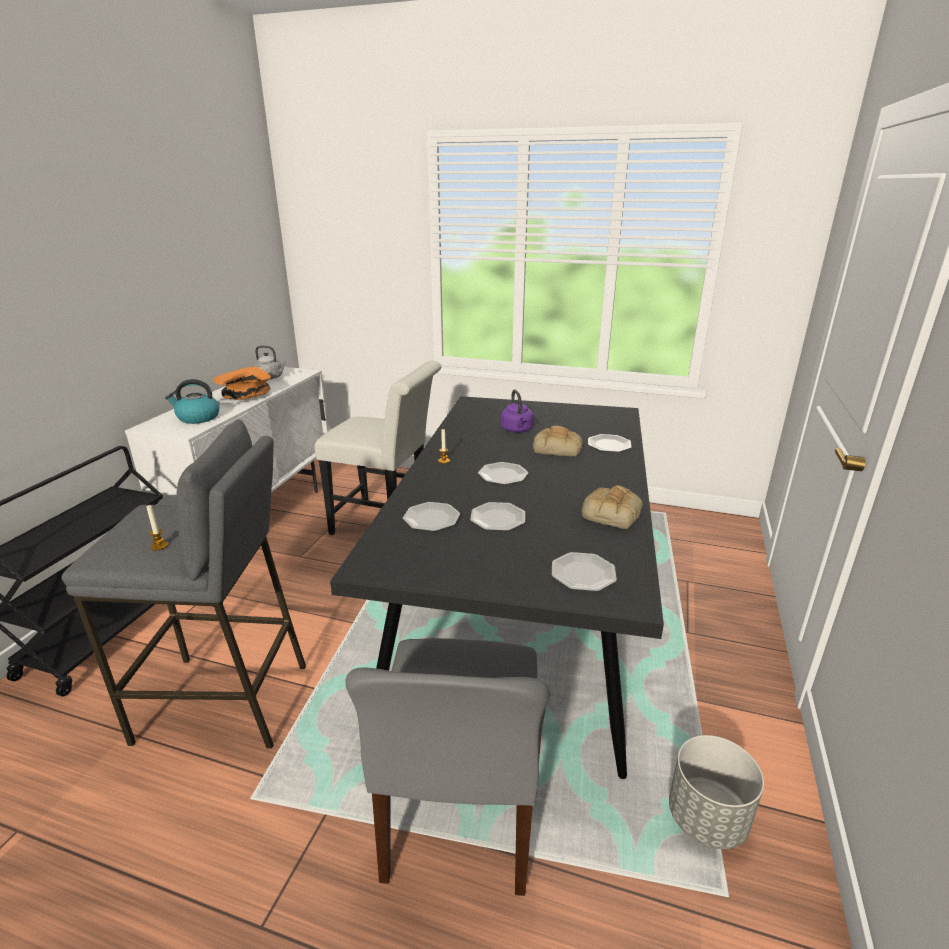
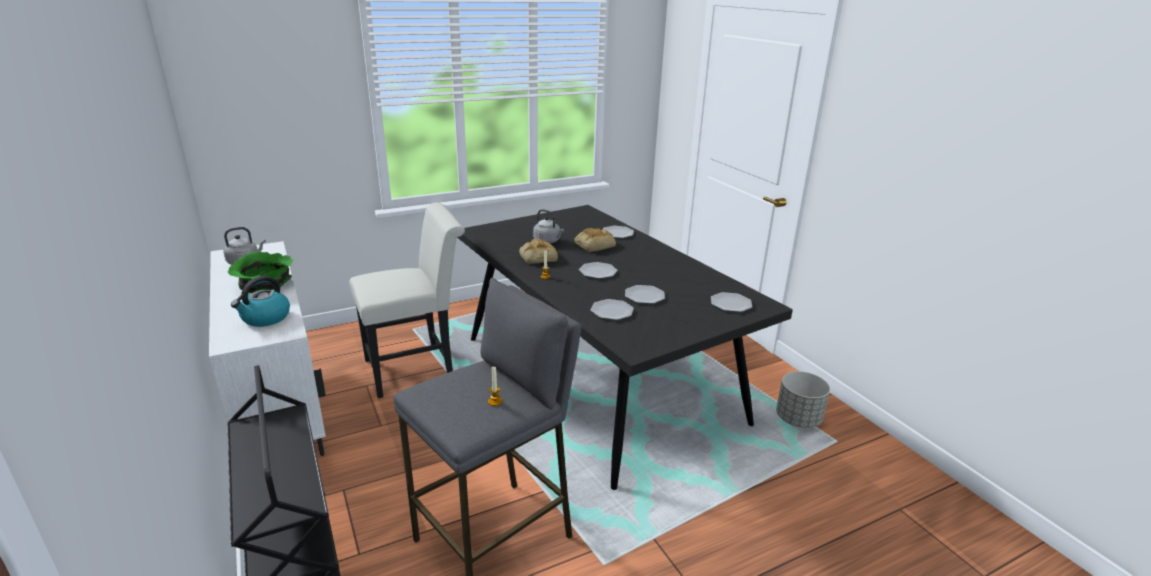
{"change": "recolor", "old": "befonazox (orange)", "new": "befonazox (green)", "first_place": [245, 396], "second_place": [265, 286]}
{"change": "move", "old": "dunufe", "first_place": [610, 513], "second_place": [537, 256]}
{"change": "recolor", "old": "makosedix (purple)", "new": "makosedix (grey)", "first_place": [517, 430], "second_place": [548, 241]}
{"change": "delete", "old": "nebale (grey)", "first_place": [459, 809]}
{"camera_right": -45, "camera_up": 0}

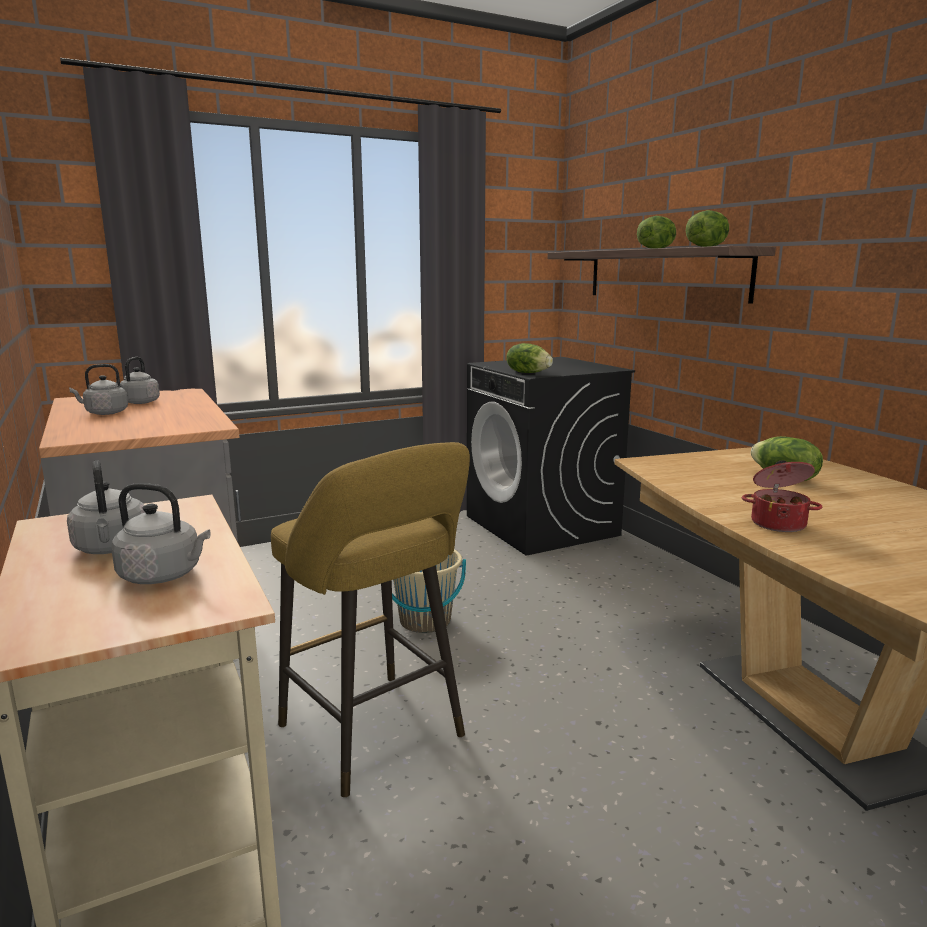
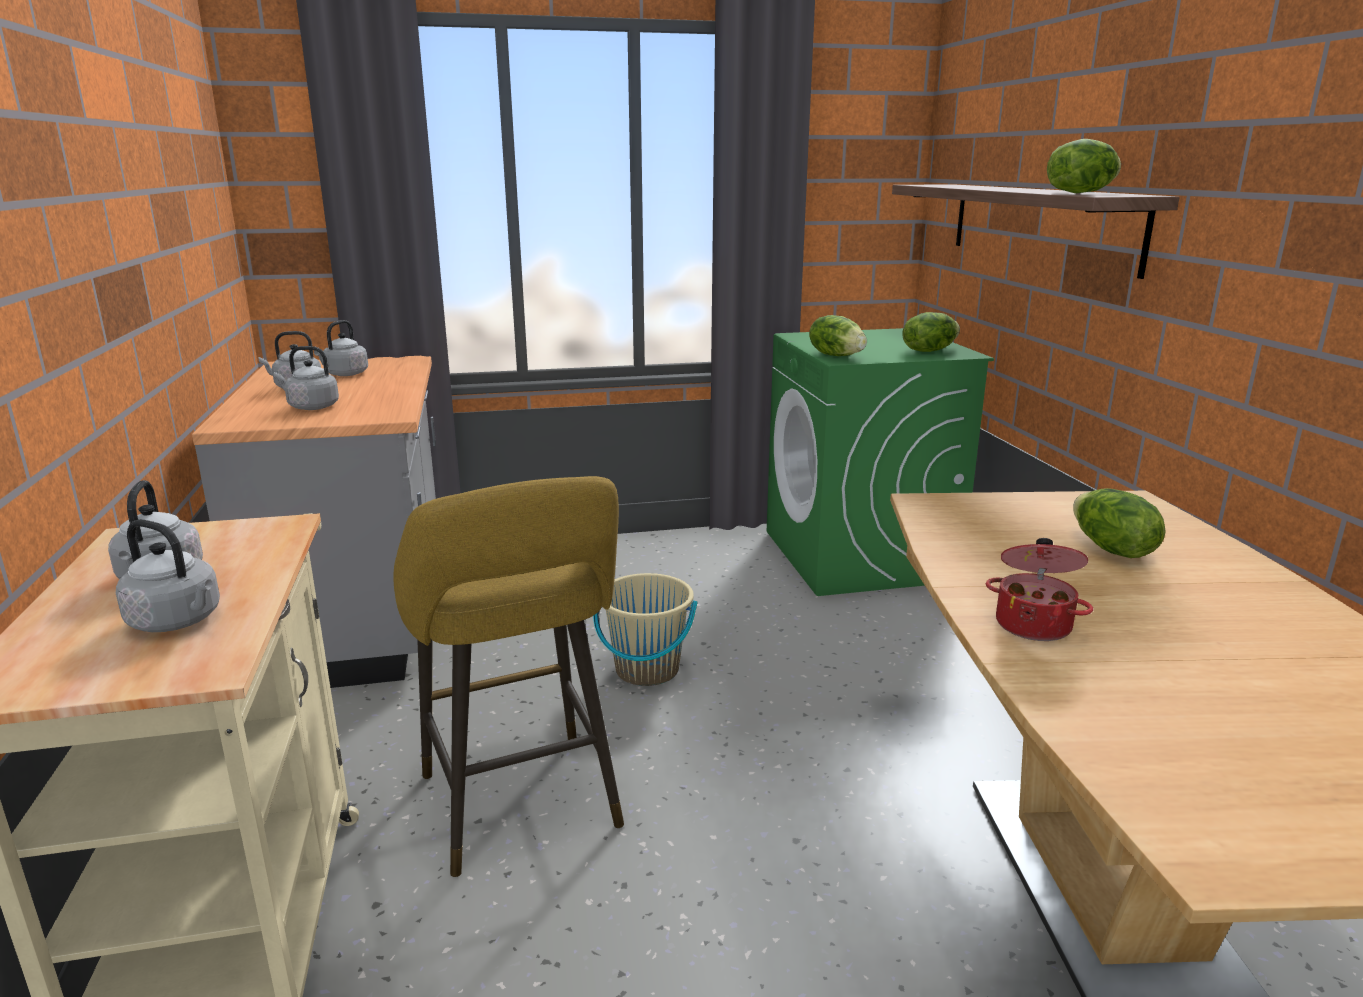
{"change": "insert", "new": "makosedix (grey)", "second_place": [311, 407]}
{"change": "recolor", "old": "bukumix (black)", "new": "bukumix (green)", "first_place": [542, 526], "second_place": [859, 556]}
{"change": "move", "old": "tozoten", "first_place": [656, 249], "second_place": [929, 350]}
{"camera_right": 15, "camera_up": 5}

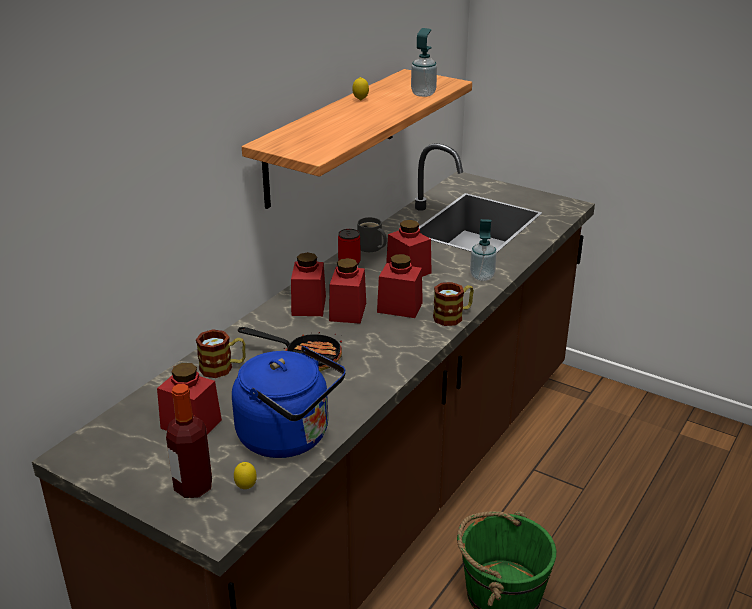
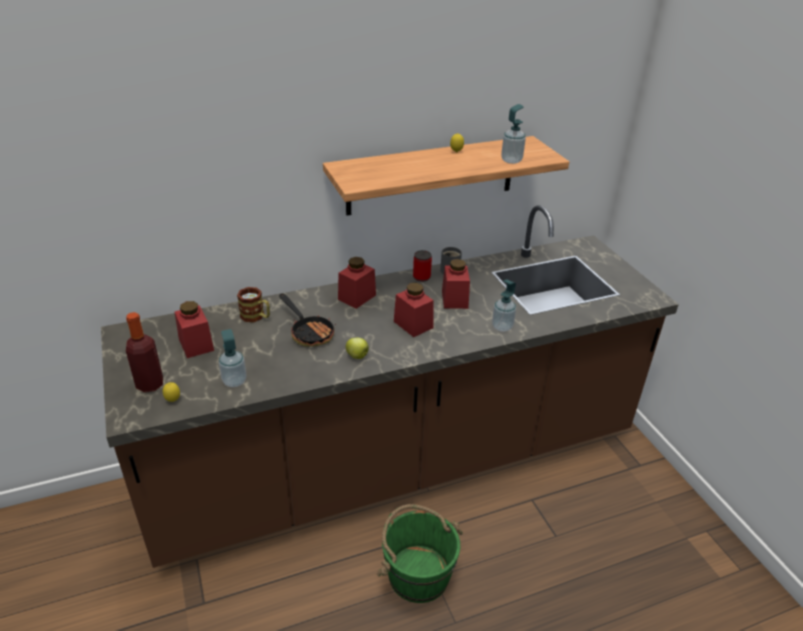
{"change": "replace", "old": "makosedix (blue)", "new": "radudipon", "first_place": [289, 437], "second_place": [234, 381]}
{"change": "insert", "new": "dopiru", "second_place": [358, 356]}
{"change": "delete", "old": "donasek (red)", "first_place": [348, 312]}
{"change": "delete", "old": "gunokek", "first_place": [453, 316]}
{"camera_right": 35, "camera_up": 5}

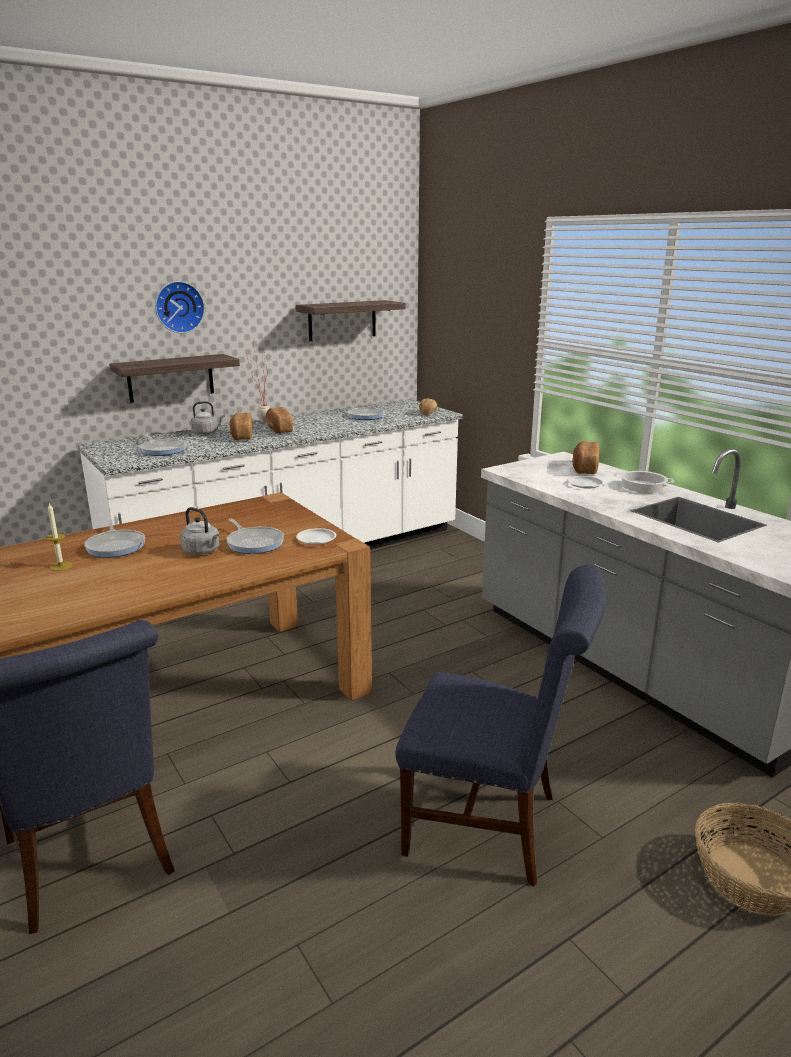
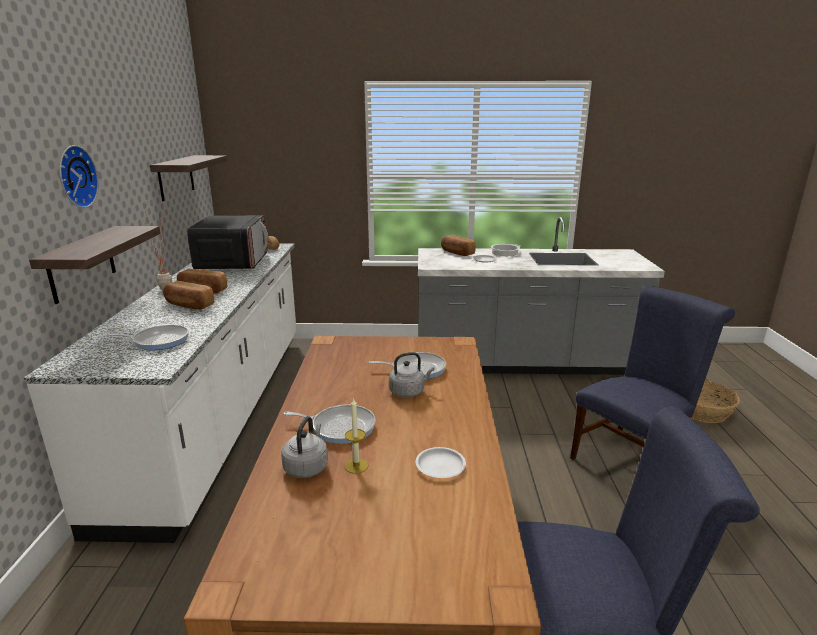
{"change": "replace", "old": "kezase", "new": "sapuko", "first_place": [365, 416], "second_place": [233, 262]}
{"change": "move", "old": "makosedix (grey)", "first_place": [206, 433], "second_place": [307, 467]}
{"change": "move", "old": "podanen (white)", "first_place": [316, 539], "second_place": [440, 465]}
{"camera_right": -55, "camera_up": 0}

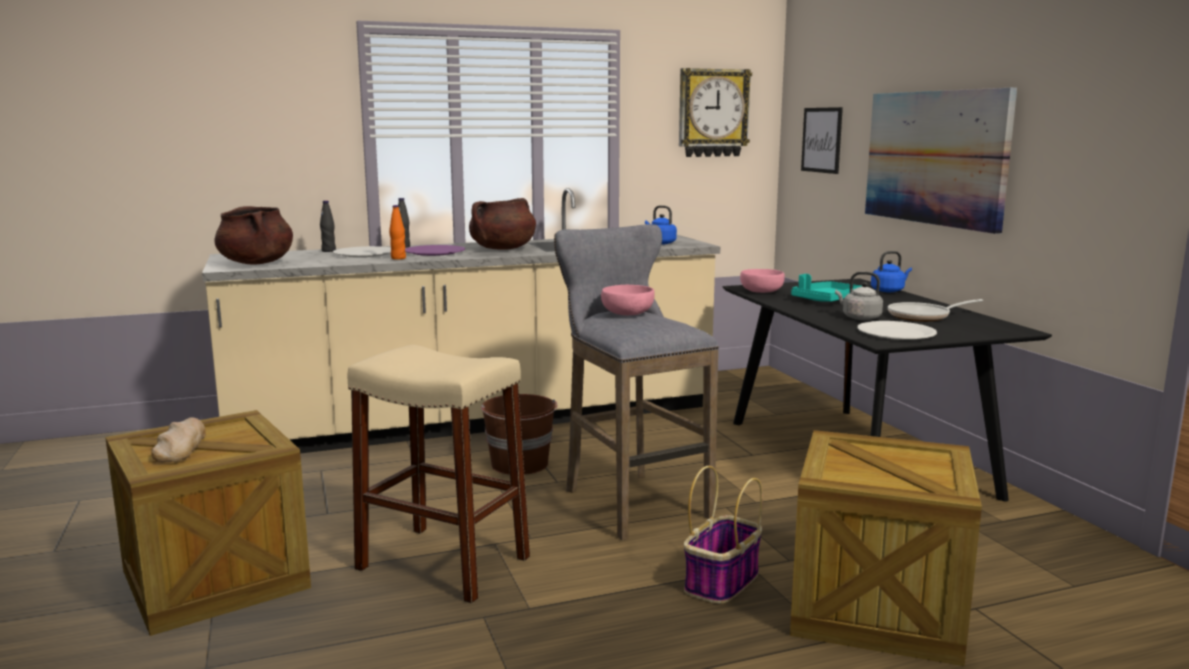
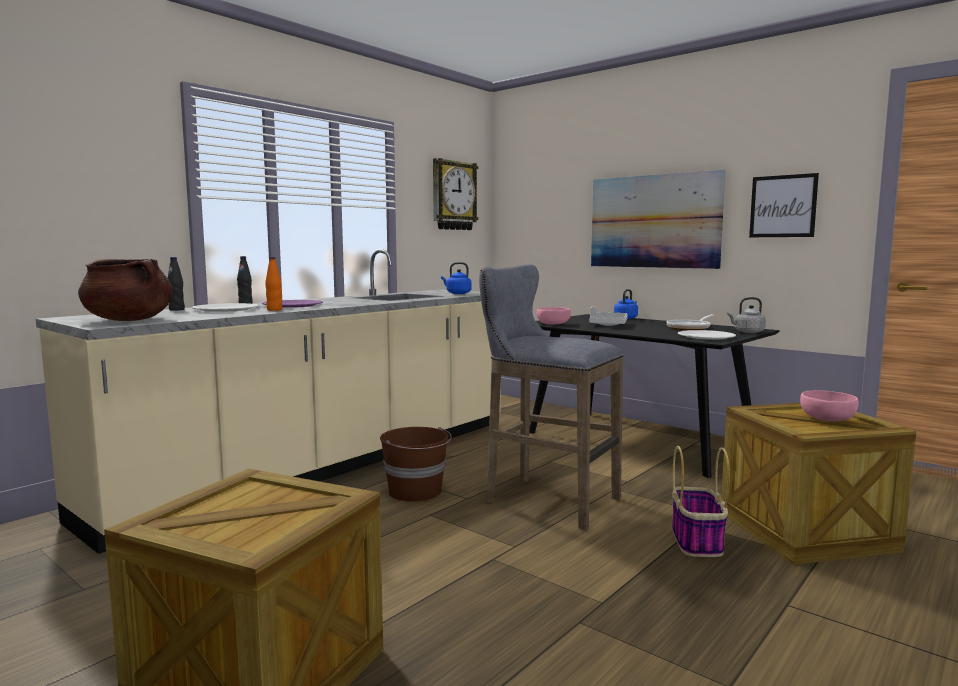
{"change": "recolor", "old": "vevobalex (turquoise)", "new": "vevobalex (grey)", "first_place": [826, 300], "second_place": [608, 325]}
{"change": "move", "old": "makosedix (grey)", "first_place": [859, 318], "second_place": [747, 332]}
{"change": "move", "old": "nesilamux", "first_place": [822, 140], "second_place": [783, 206]}
{"change": "move", "old": "befonazox (pink)", "first_place": [628, 313], "second_place": [826, 418]}
{"change": "delete", "old": "dunufe", "first_place": [180, 446]}
{"change": "delete", "old": "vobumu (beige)", "first_place": [443, 563]}
{"change": "delete", "old": "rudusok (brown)", "first_place": [502, 249]}
{"camera_right": -30, "camera_up": -5}

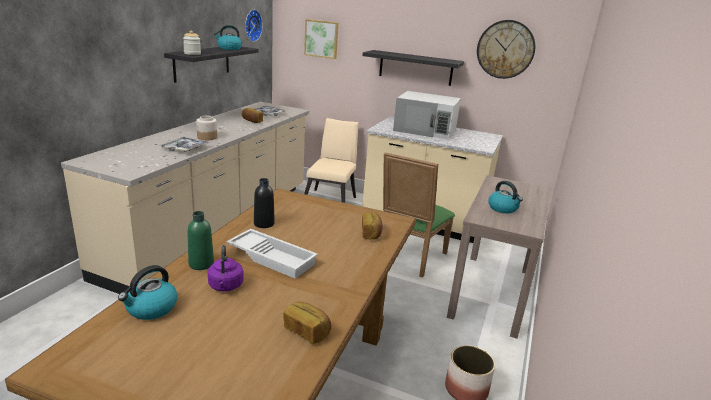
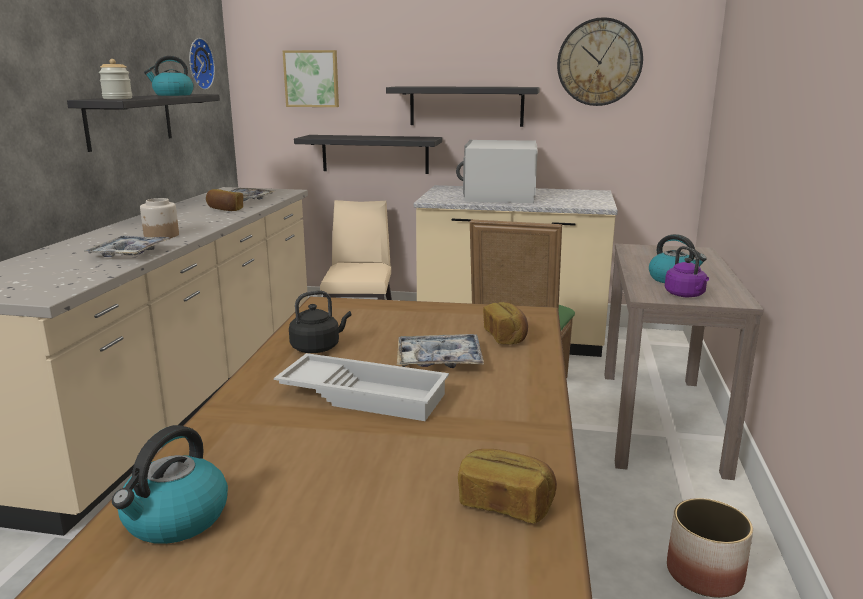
{"change": "replace", "old": "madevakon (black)", "new": "makosedix (black)", "first_place": [264, 224], "second_place": [318, 347]}
{"change": "insert", "new": "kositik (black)", "second_place": [375, 154]}
{"change": "insert", "new": "vevobalex", "second_place": [439, 360]}
{"change": "rotate", "old": "sapuko (white)", "first_place": [425, 130], "second_place": [499, 194], "degrees": 90}
{"change": "move", "old": "makosedix (purple)", "first_place": [225, 286], "second_place": [686, 295]}
{"change": "delete", "old": "madevakon (green)", "first_place": [201, 264]}
{"camera_right": -10, "camera_up": -5}

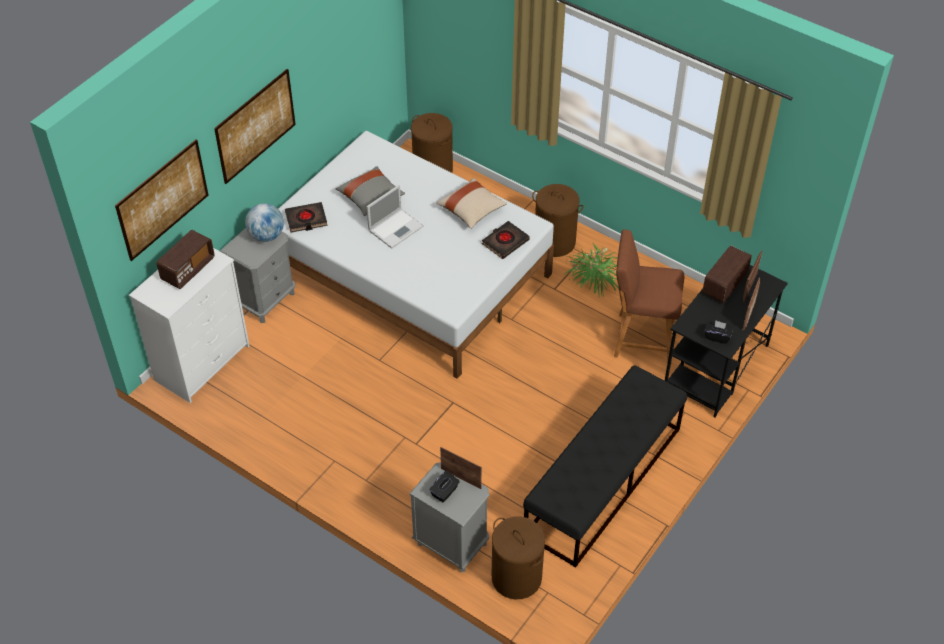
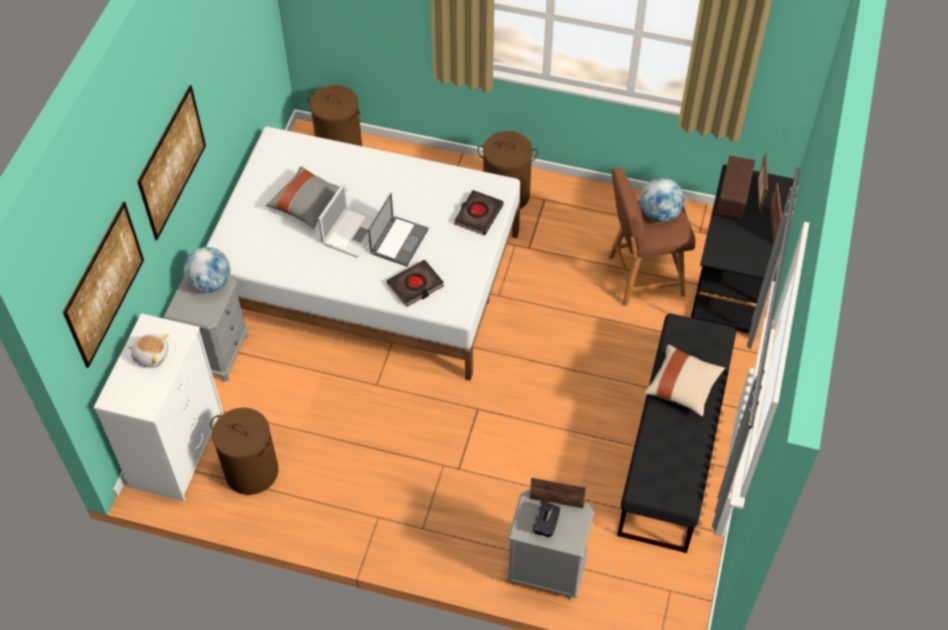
{"change": "replace", "old": "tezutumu", "new": "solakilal", "first_place": [188, 269], "second_place": [151, 355]}
{"change": "move", "old": "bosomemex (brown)", "first_place": [516, 577], "second_place": [251, 471]}
{"change": "insert", "new": "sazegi", "second_place": [399, 240]}
{"change": "move", "old": "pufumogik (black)", "first_place": [306, 219], "second_place": [415, 285]}
{"change": "insert", "new": "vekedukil", "second_place": [659, 214]}
{"change": "move", "old": "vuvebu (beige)", "first_place": [472, 210], "second_place": [682, 387]}
{"change": "delete", "old": "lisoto", "first_place": [594, 279]}
{"change": "delete", "old": "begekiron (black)", "first_place": [717, 336]}
{"camera_right": -20, "camera_up": 5}

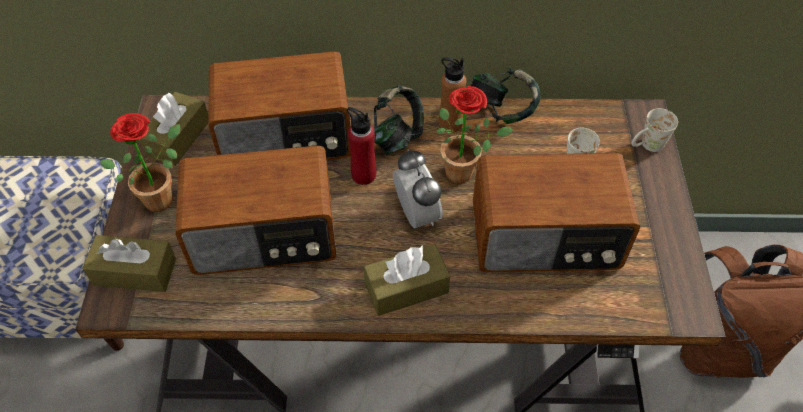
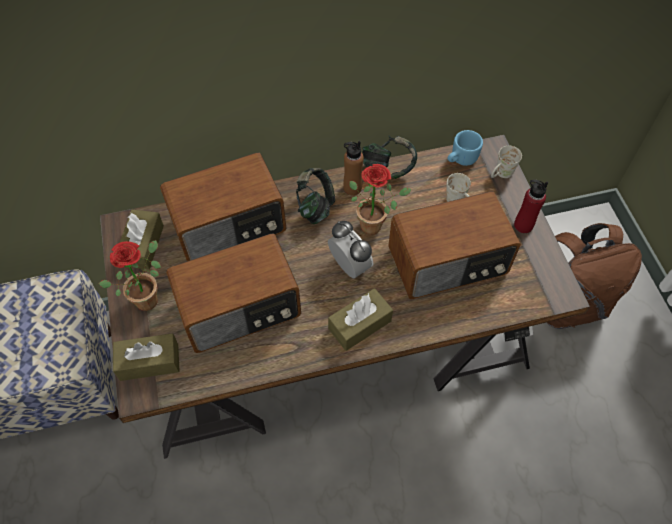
{"change": "insert", "new": "gunokek (blue)", "second_place": [460, 159]}
{"change": "move", "old": "madevakon (red)", "first_place": [363, 175], "second_place": [523, 225]}
{"camera_right": -15, "camera_up": 5}

